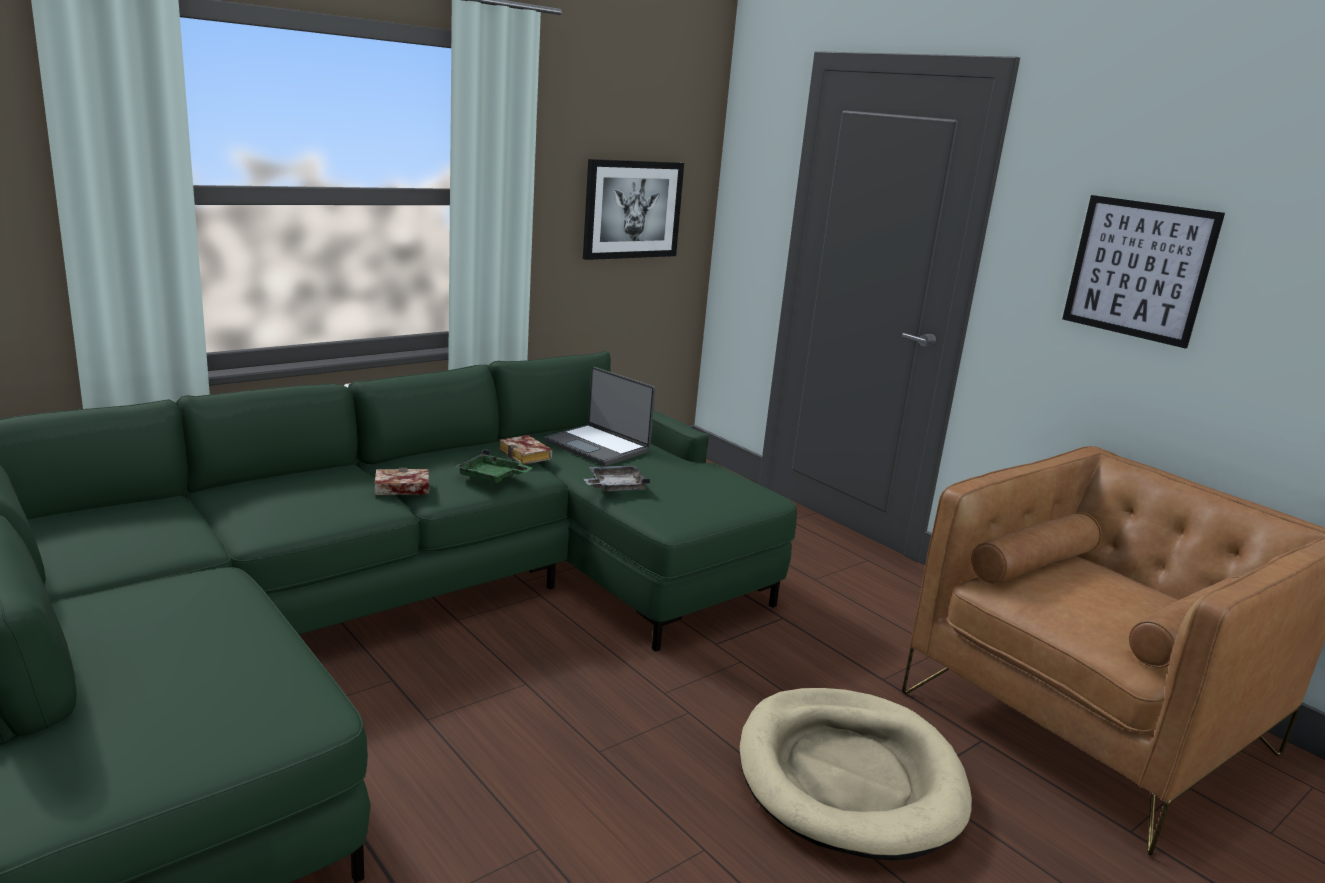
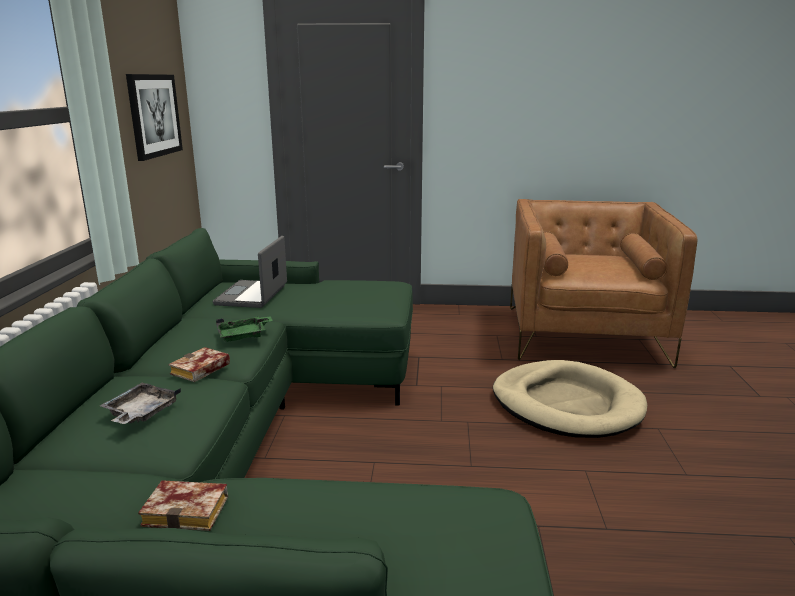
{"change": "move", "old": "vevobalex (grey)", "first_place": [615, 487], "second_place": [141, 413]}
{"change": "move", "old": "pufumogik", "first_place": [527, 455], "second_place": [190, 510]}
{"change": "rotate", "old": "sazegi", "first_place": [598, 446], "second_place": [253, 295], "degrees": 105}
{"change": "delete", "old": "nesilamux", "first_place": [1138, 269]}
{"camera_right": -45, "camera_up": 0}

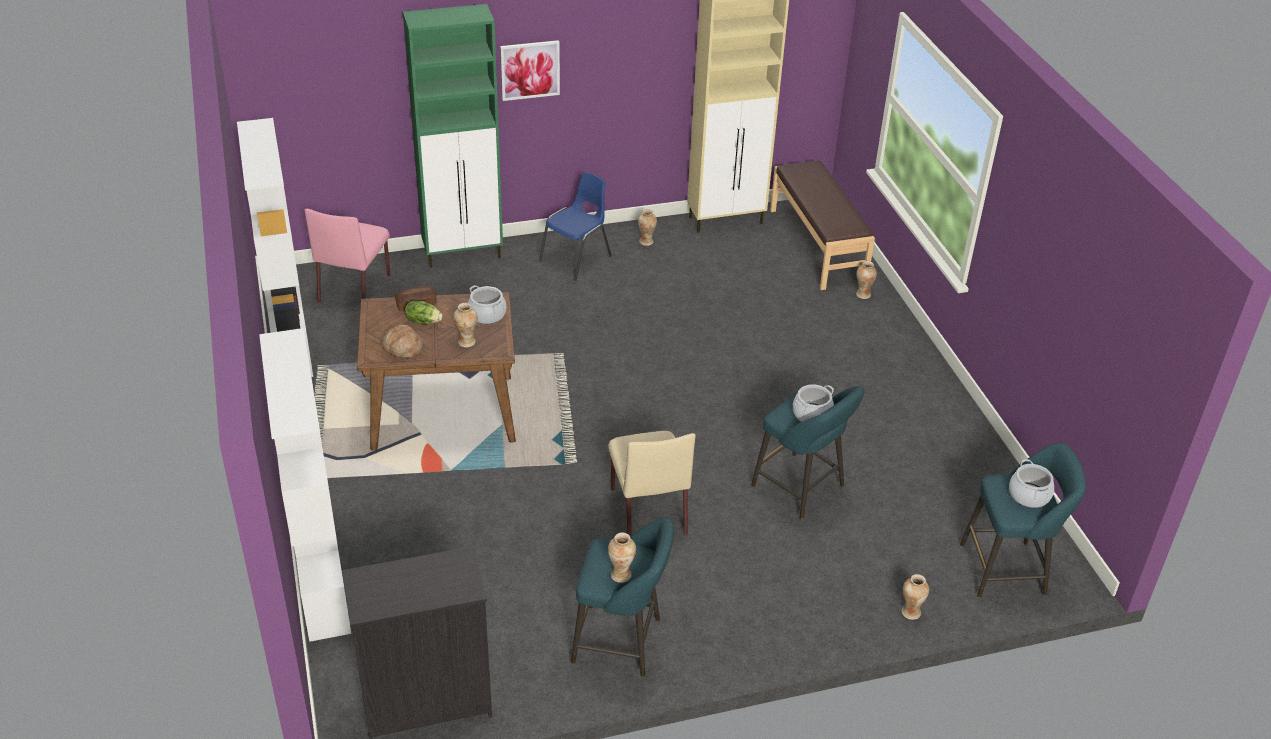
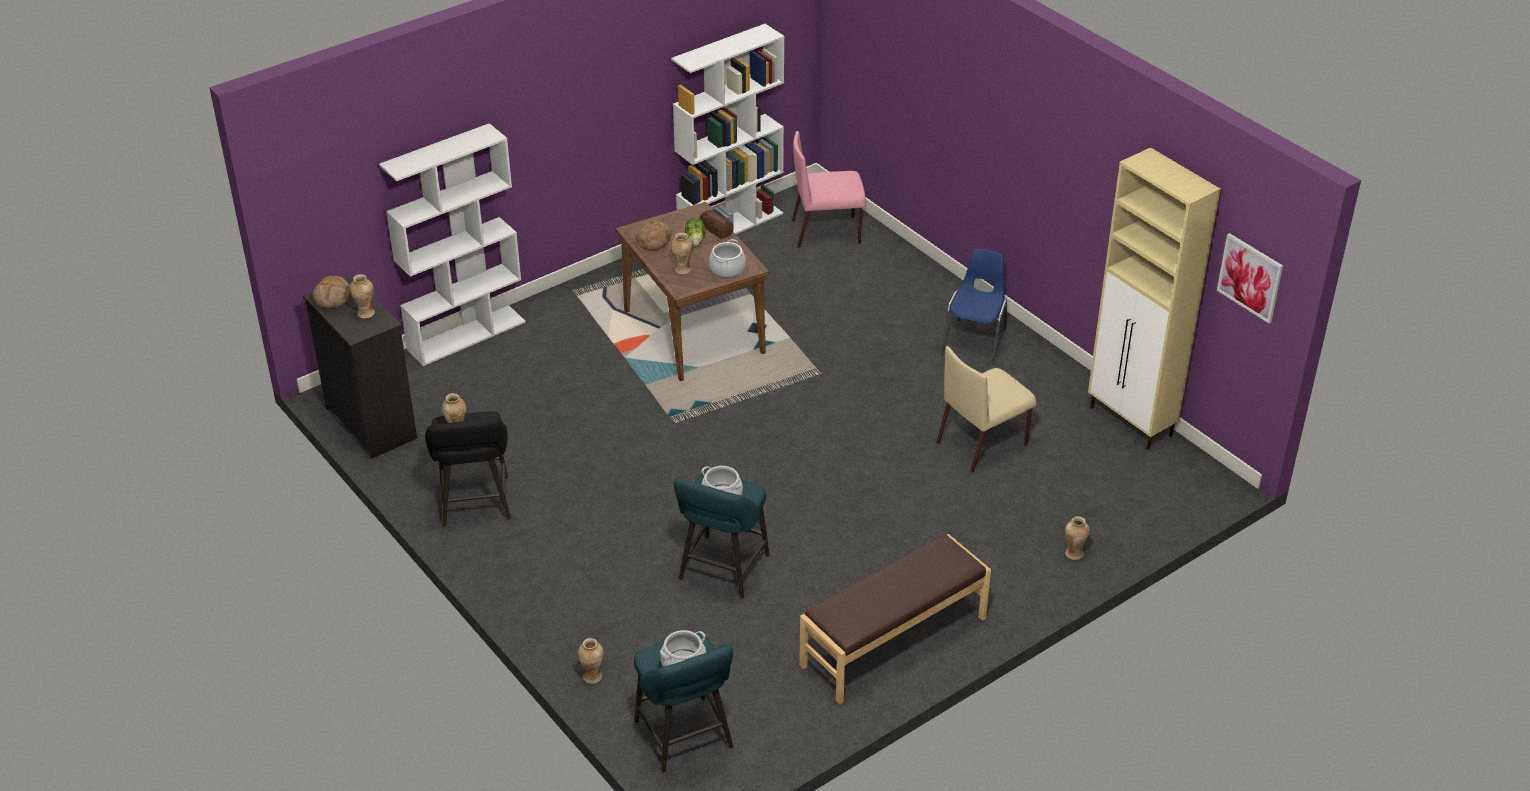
{"change": "insert", "new": "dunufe", "second_place": [333, 298]}
{"change": "move", "old": "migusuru", "first_place": [646, 242], "second_place": [365, 313]}
{"change": "recolor", "old": "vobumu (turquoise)", "new": "vobumu (black)", "first_place": [622, 642], "second_place": [475, 505]}
{"change": "move", "old": "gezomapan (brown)", "first_place": [817, 245], "second_place": [894, 642]}
{"change": "move", "old": "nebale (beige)", "first_place": [647, 510], "second_place": [983, 443]}
{"change": "rotate", "old": "nebale (blue)", "first_place": [577, 258], "second_place": [975, 341], "degrees": -90}
{"change": "move", "old": "nesilamux", "first_place": [530, 70], "second_place": [1250, 277]}
{"change": "delete", "old": "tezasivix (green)", "first_place": [464, 254]}
{"camera_right": 70, "camera_up": 0}

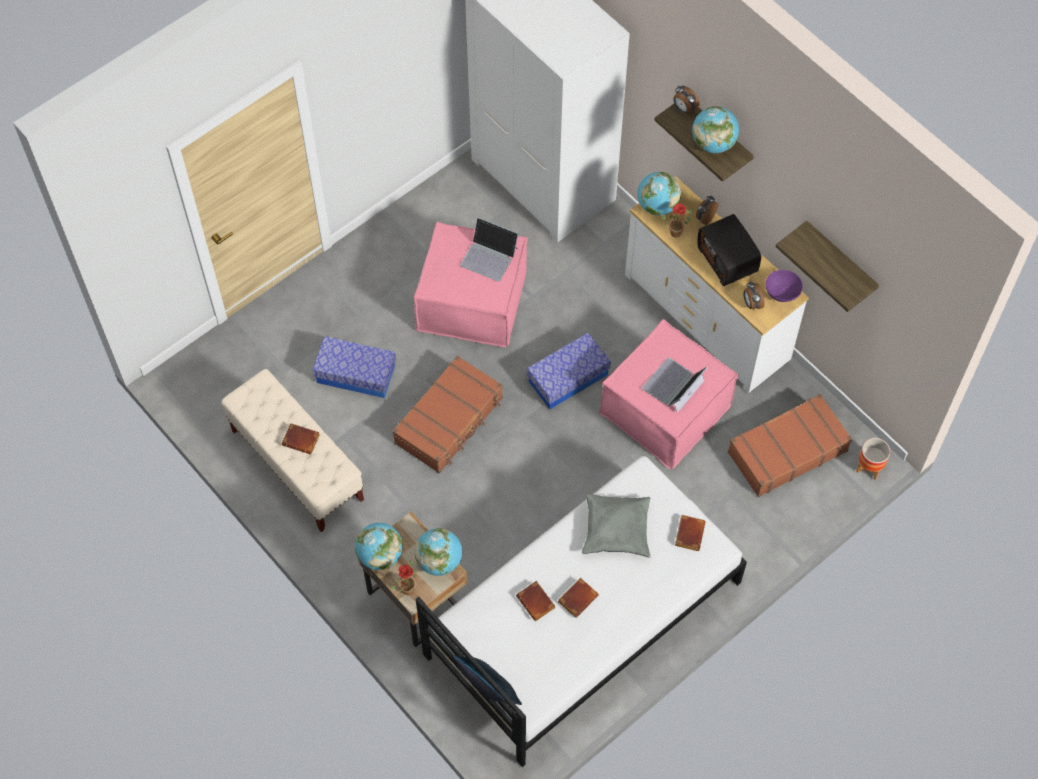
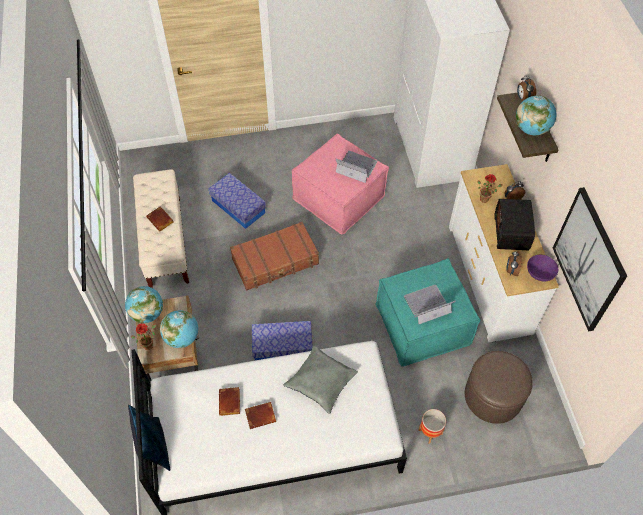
{"change": "move", "old": "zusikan", "first_place": [568, 378], "second_place": [282, 347]}
{"change": "rotate", "old": "sazegi", "first_place": [489, 256], "second_place": [356, 167], "degrees": 150}
{"change": "recolor", "old": "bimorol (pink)", "new": "bimorol (turquoise)", "first_place": [665, 410], "second_place": [422, 324]}
{"change": "move", "old": "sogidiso", "first_place": [869, 467], "second_place": [430, 432]}
{"change": "replace", "old": "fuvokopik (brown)", "new": "bimorol (brown)", "first_place": [786, 451], "second_place": [493, 396]}
{"change": "replace", "old": "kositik", "new": "nesilamux", "first_place": [839, 262], "second_place": [588, 260]}
{"change": "delete", "old": "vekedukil", "first_place": [657, 206]}
{"change": "delete", "old": "pufumogik (brown)", "first_place": [688, 533]}
{"camera_right": 30, "camera_up": -5}

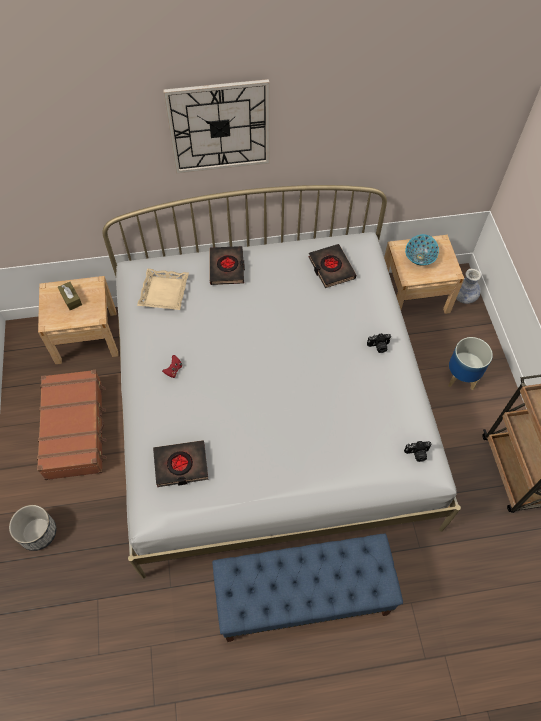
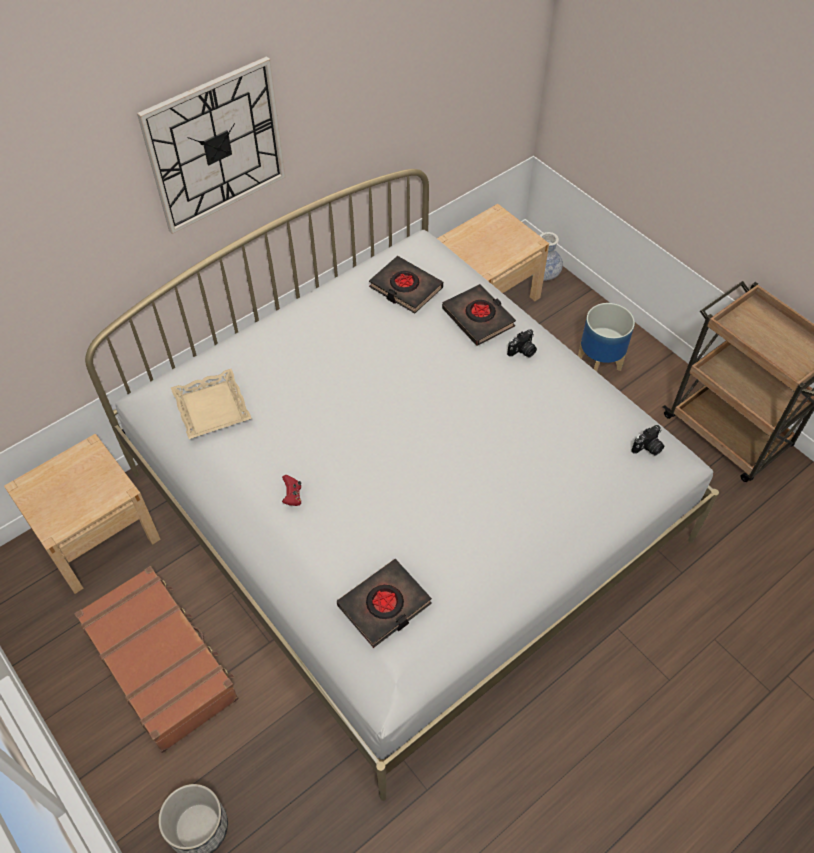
{"change": "move", "old": "pufumogik (black)", "first_place": [227, 268], "second_place": [478, 318]}
{"change": "delete", "old": "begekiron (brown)", "first_place": [71, 299]}
{"change": "delete", "old": "gezomapan (blue)", "first_place": [303, 597]}
{"change": "delete", "old": "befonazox", "first_place": [420, 257]}
{"camera_right": -30, "camera_up": -5}

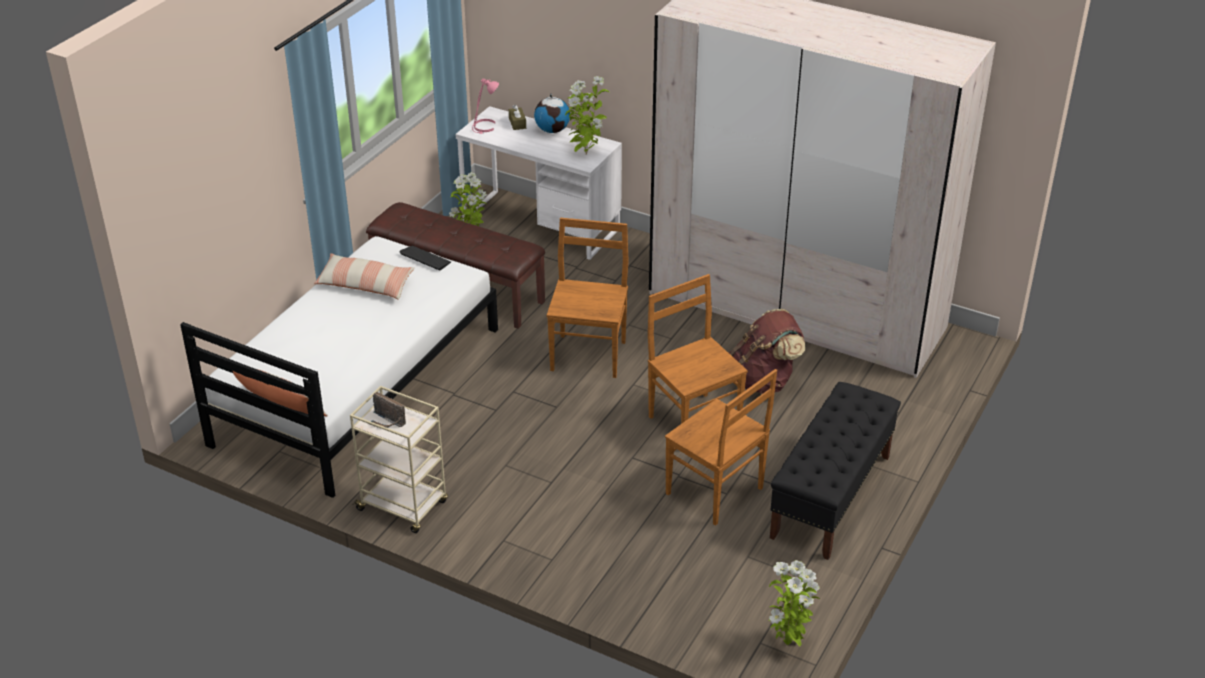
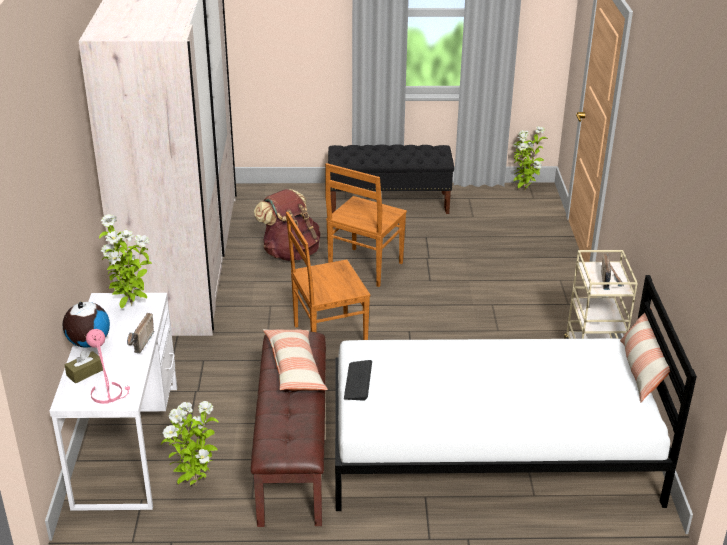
{"change": "insert", "new": "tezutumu", "second_place": [138, 343]}
{"change": "move", "old": "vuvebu", "first_place": [365, 285], "second_place": [294, 368]}
{"change": "delete", "old": "nebale (brown)", "first_place": [716, 492]}
{"camera_right": -120, "camera_up": -5}

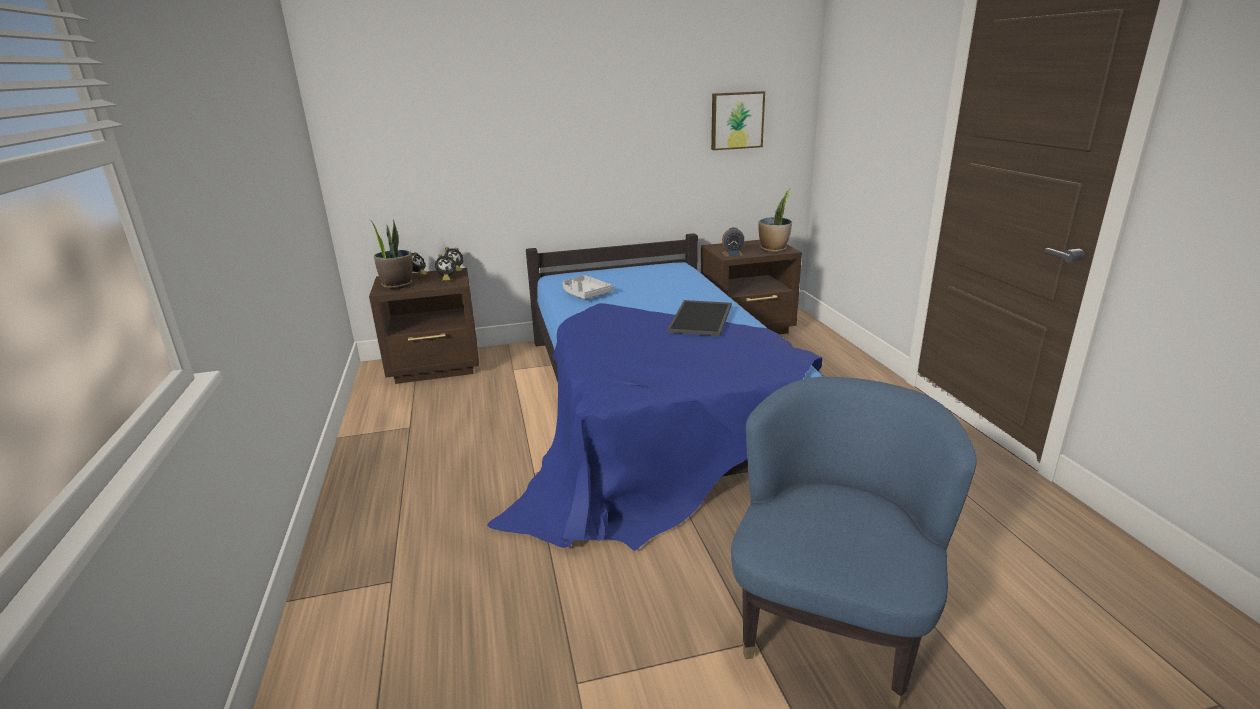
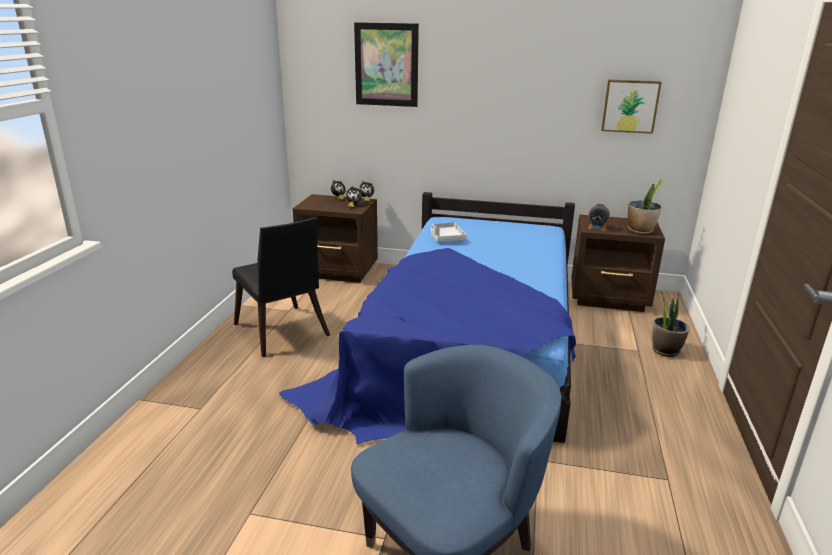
{"change": "insert", "new": "nebale (black)", "second_place": [282, 333]}
{"change": "insert", "new": "nesilamux", "second_place": [386, 65]}
{"change": "move", "old": "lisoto", "first_place": [397, 285], "second_place": [665, 350]}
{"change": "delete", "old": "vevobalex", "first_place": [702, 318]}
{"camera_right": 25, "camera_up": 0}

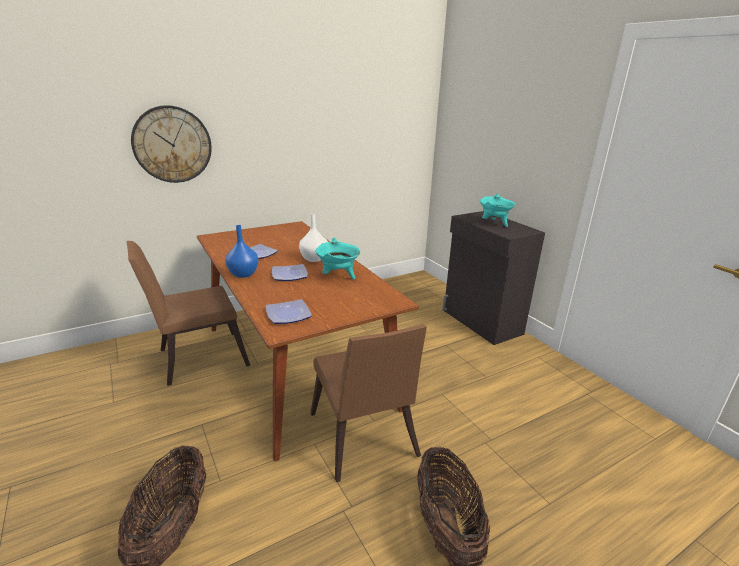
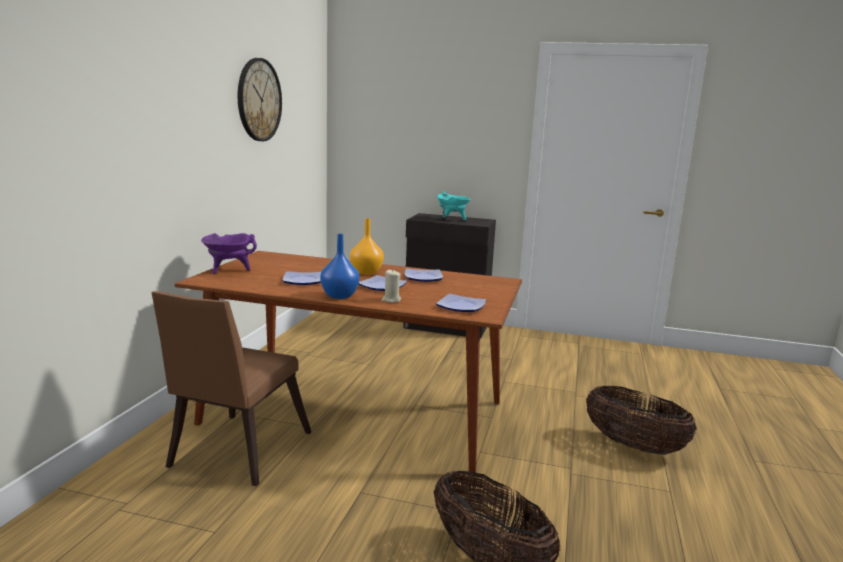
{"change": "insert", "new": "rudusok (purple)", "second_place": [228, 270]}
{"change": "move", "old": "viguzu", "first_place": [172, 144], "second_place": [259, 100]}
{"change": "recolor", "old": "migusuru (white)", "new": "migusuru (orange)", "first_place": [314, 259], "second_place": [366, 272]}
{"change": "insert", "new": "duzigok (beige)", "second_place": [391, 300]}
{"change": "replace", "old": "rudusok (turquoise)", "new": "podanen", "first_place": [338, 276], "second_place": [422, 278]}
{"change": "delete", "old": "nebale (brown)", "first_place": [363, 440]}
{"camera_right": -45, "camera_up": -10}

